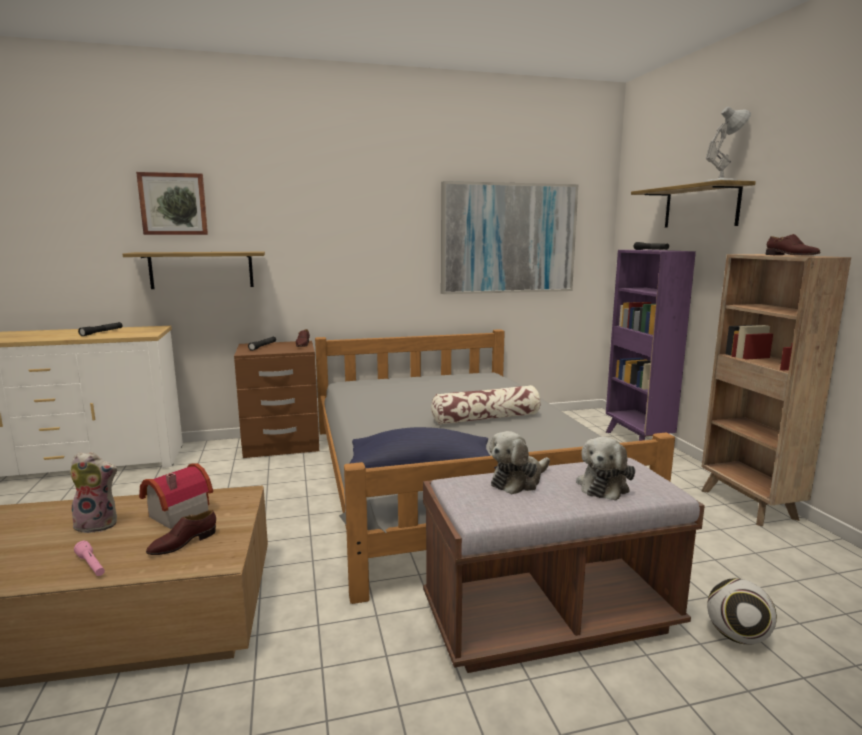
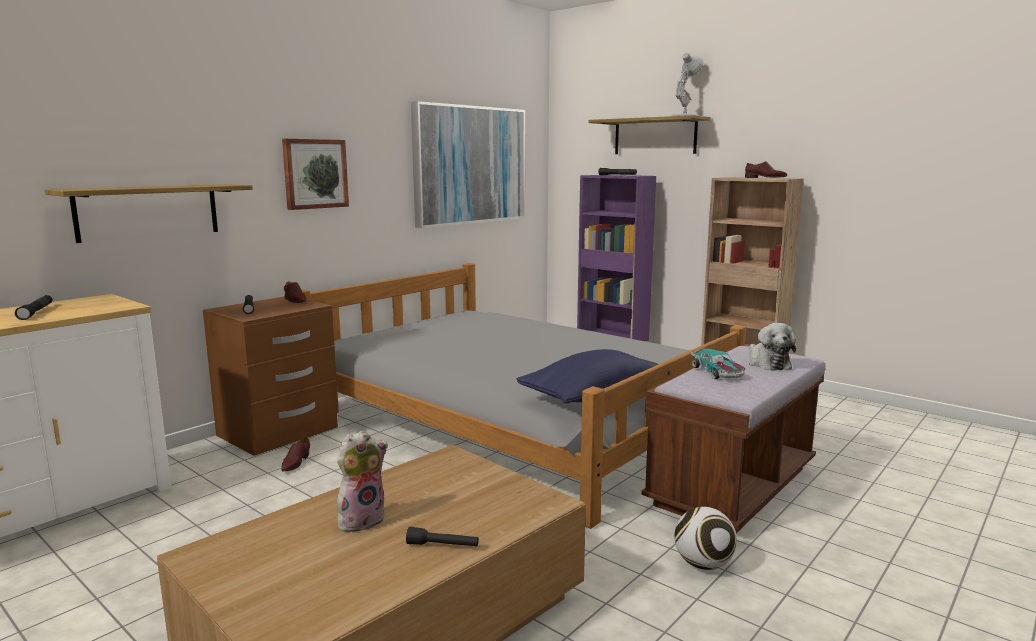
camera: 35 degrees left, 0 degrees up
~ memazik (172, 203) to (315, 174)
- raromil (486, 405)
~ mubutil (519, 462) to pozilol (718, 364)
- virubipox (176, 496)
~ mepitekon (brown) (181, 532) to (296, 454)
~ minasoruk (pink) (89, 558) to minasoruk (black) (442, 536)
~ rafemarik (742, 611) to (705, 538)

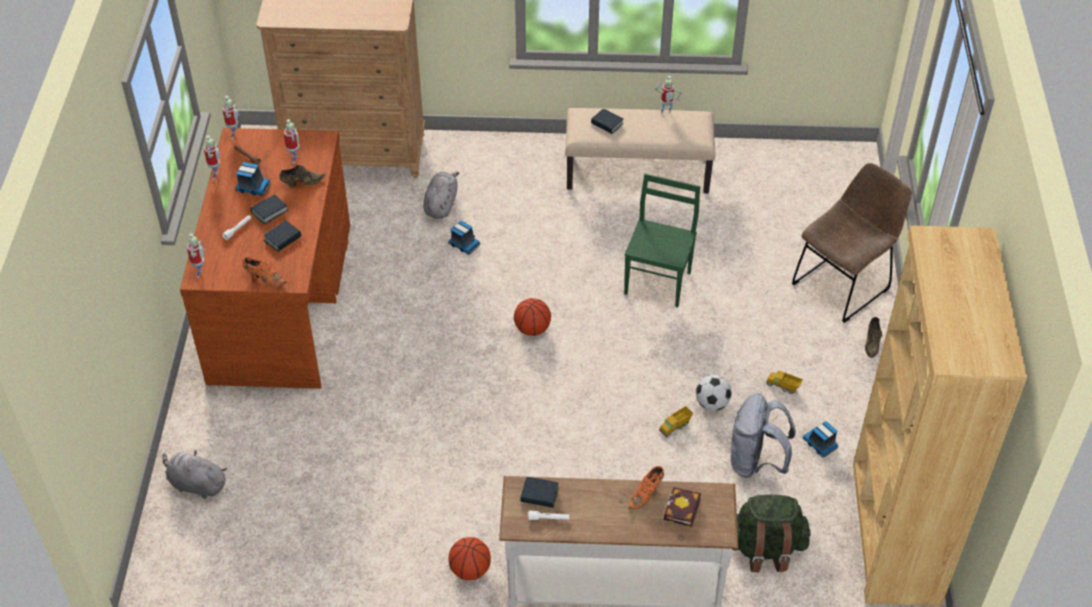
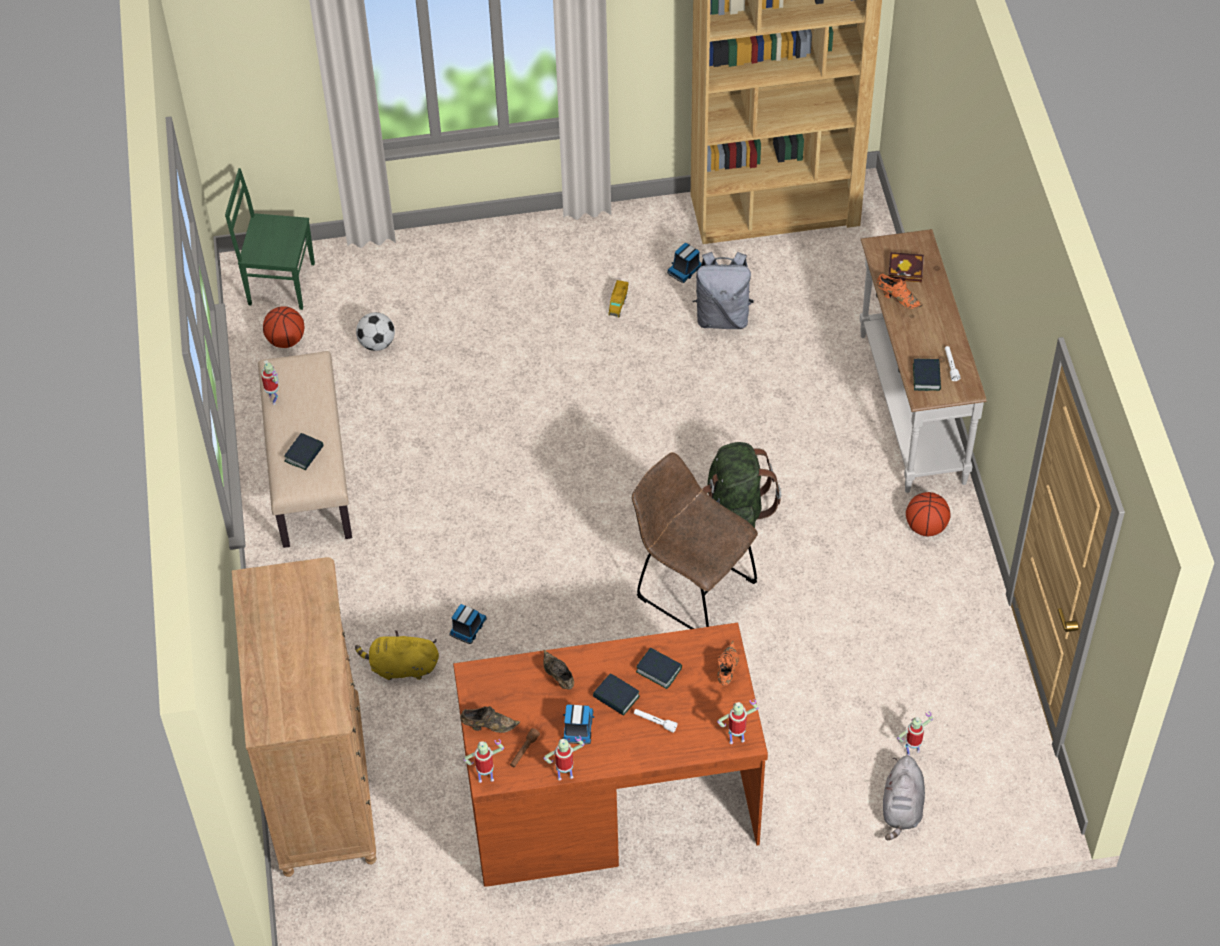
camera: 100 degrees left, 5 degrees up
~ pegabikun (291, 141) to (915, 733)
~ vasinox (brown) (852, 243) to (695, 540)
~ mubutil (grey) (441, 195) to mubutil (yellow) (397, 655)
~ vasinox (green) (662, 240) to (270, 239)
~ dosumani (532, 317) to (283, 327)
~ mepitekon (brown) (874, 337) to (490, 719)
~ rafemarik (714, 393) to (375, 331)
- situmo (676, 421)
~ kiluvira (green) (771, 533) to (741, 485)

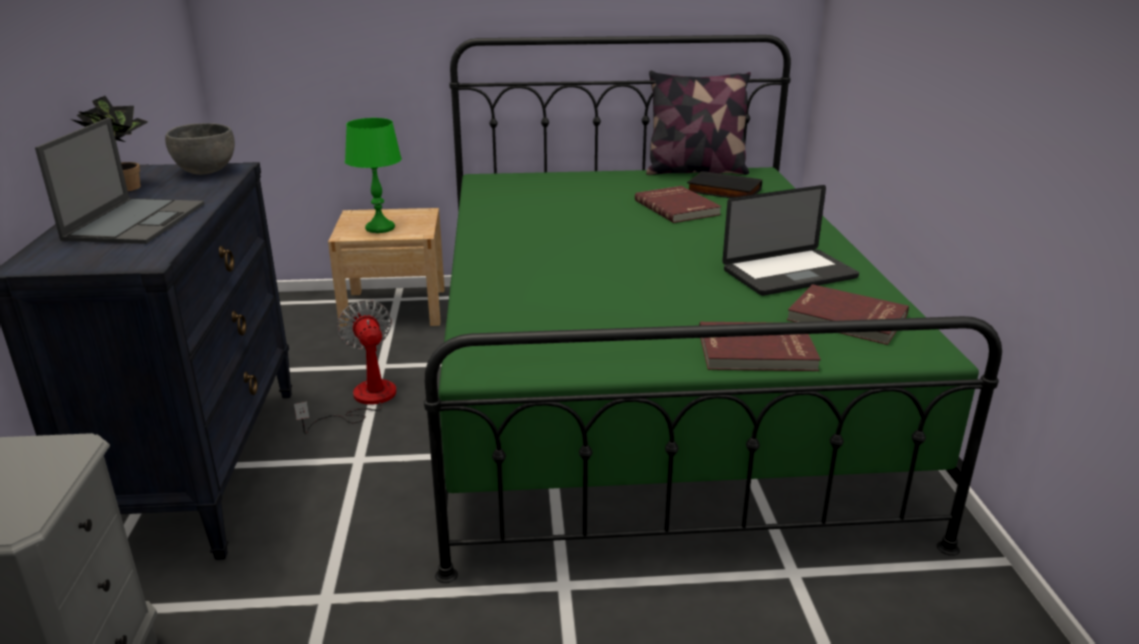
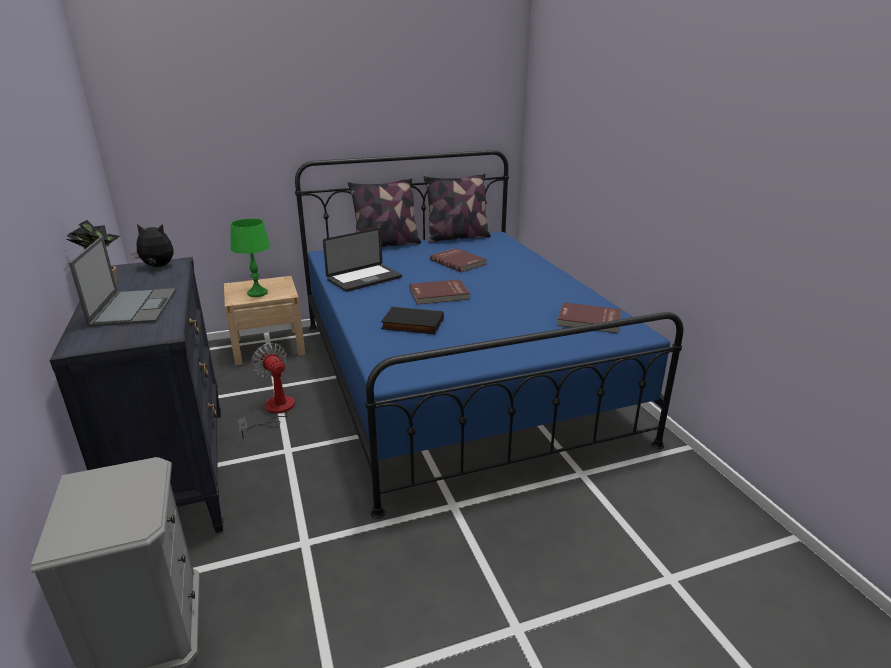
camera: 15 degrees left, 0 degrees up
~ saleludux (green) (713, 309) to saleludux (blue) (489, 334)
~ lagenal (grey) (200, 149) to mubutil (152, 245)
~ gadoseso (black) (724, 184) to (412, 320)
~ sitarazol (790, 240) to (362, 260)
~ gadoseso (red) (760, 346) to (440, 291)
+ raromil (384, 212)

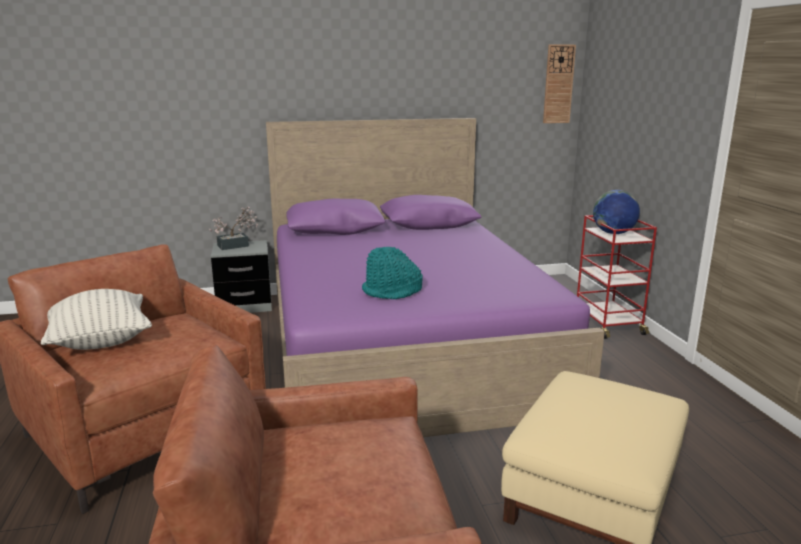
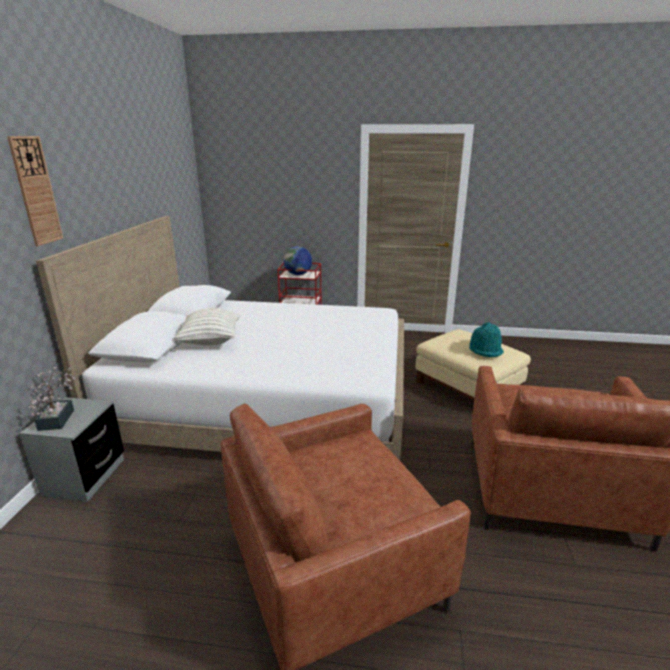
camera: 70 degrees left, 5 degrees up
~ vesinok (559, 83) to (35, 191)
~ saleludux (purple) (435, 277) to saleludux (white) (220, 338)
~ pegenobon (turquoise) (392, 273) to (486, 339)
~ raromil (96, 319) to (207, 326)

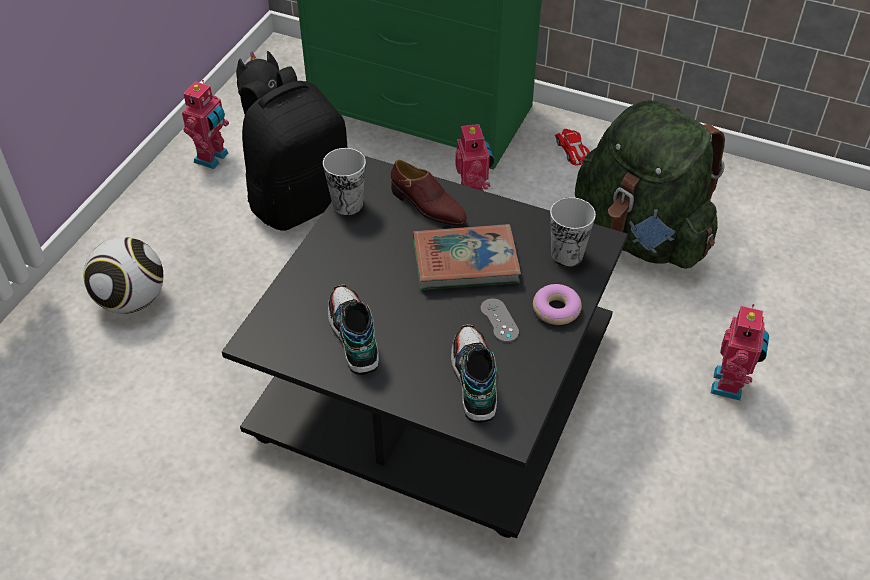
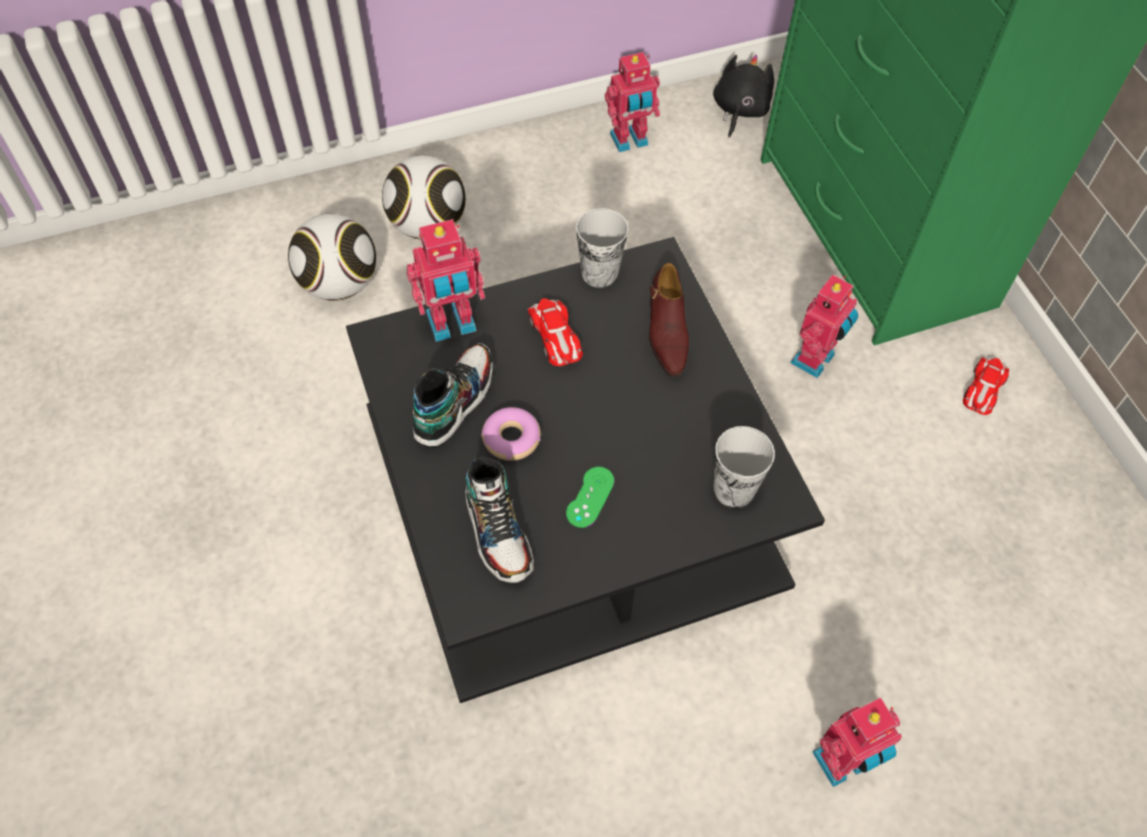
camera: 45 degrees right, 10 degrees up
- kiluvira (black) (294, 148)
- kiluvira (green) (650, 184)
- gadoseso (467, 257)
~ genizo (557, 304) to (511, 434)
~ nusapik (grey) (499, 320) to nusapik (green) (590, 497)
~ mepitekon (474, 374) = (499, 520) 120 degrees clockwise
+ rafemarik (332, 257)
+ pegabikun (446, 280)
+ pozilol (555, 332)

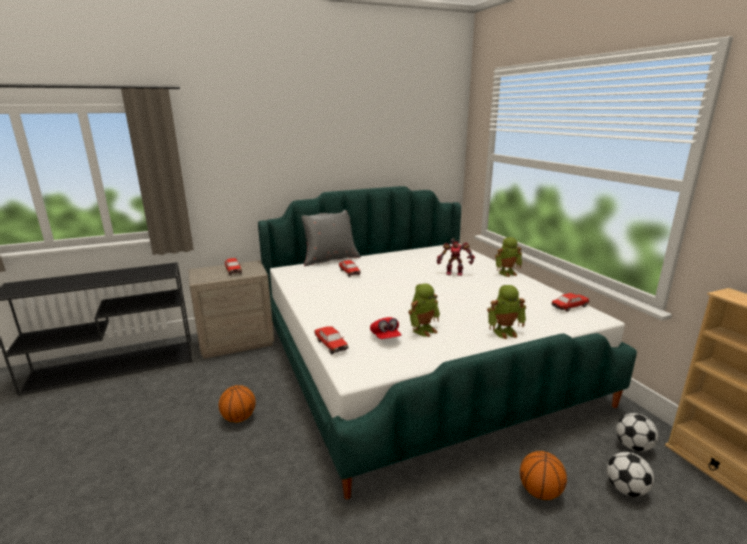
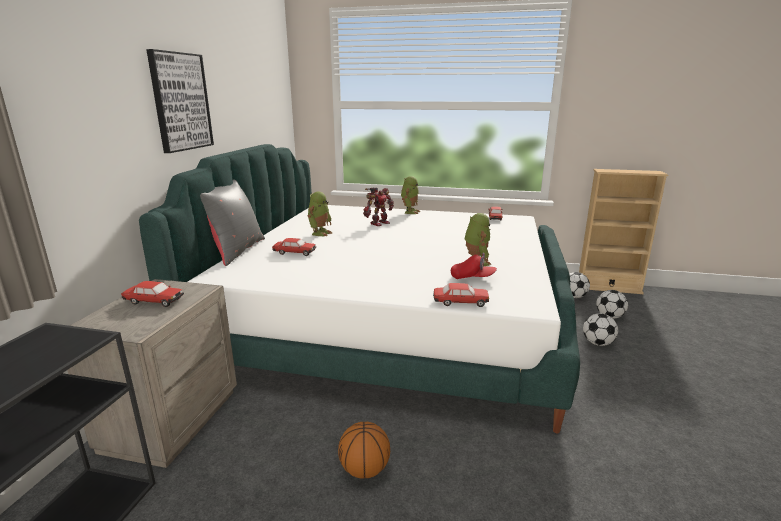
camera: 55 degrees left, 0 degrees up
~ pegabikun (506, 312) to (320, 213)
~ dosumani (543, 475) to rafemarik (600, 329)
+ memazik (180, 101)

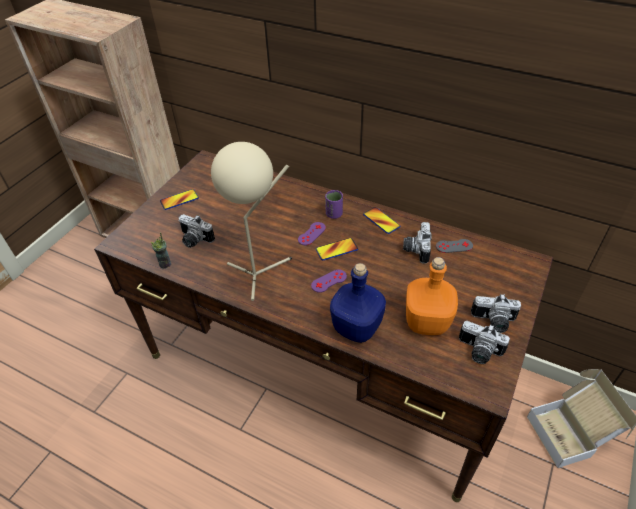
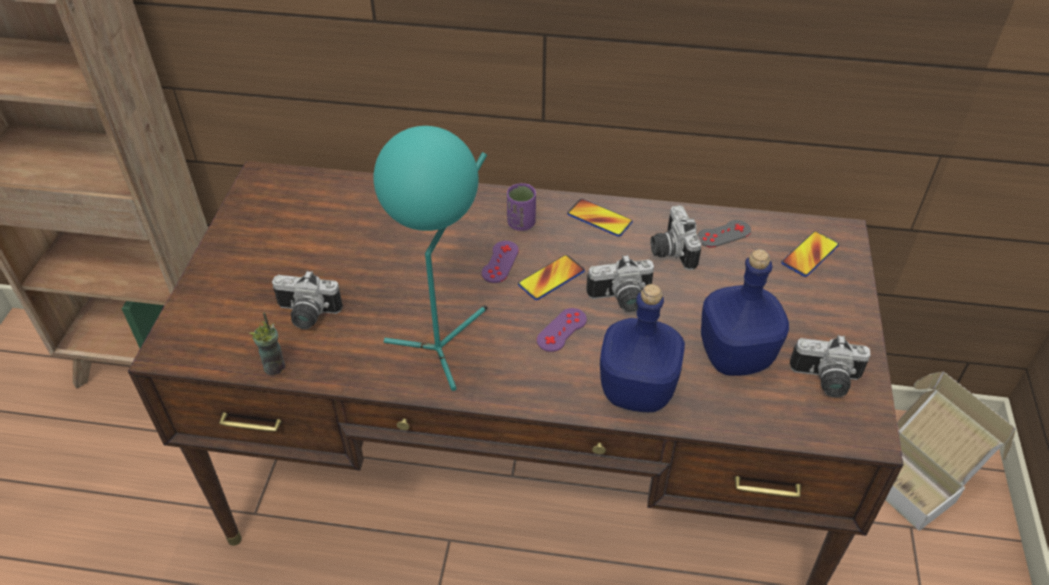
camera: 20 degrees left, 0 degrees up
~ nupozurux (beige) (251, 221) to nupozurux (turquoise) (430, 258)
~ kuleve (179, 199) to (810, 254)
~ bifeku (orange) (432, 296) to bifeku (blue) (745, 312)
~ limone (496, 313) to (620, 283)

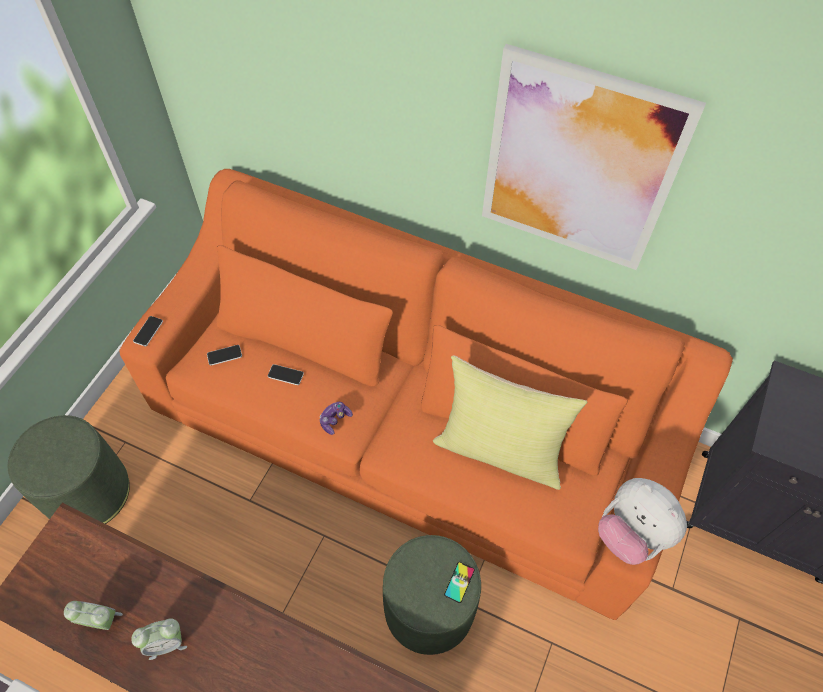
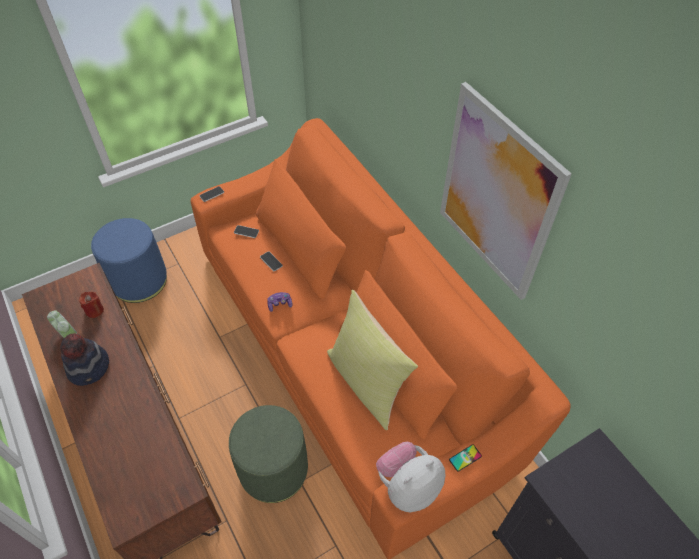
camera: 35 degrees right, 5 degrees down
~ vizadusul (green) (69, 469) to vizadusul (blue) (129, 260)
~ mubutil (642, 521) = (410, 477) 60 degrees clockwise
~ kuleve (459, 582) to (465, 458)
~ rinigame (159, 639) to pegenobon (84, 359)
+ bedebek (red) (91, 305)

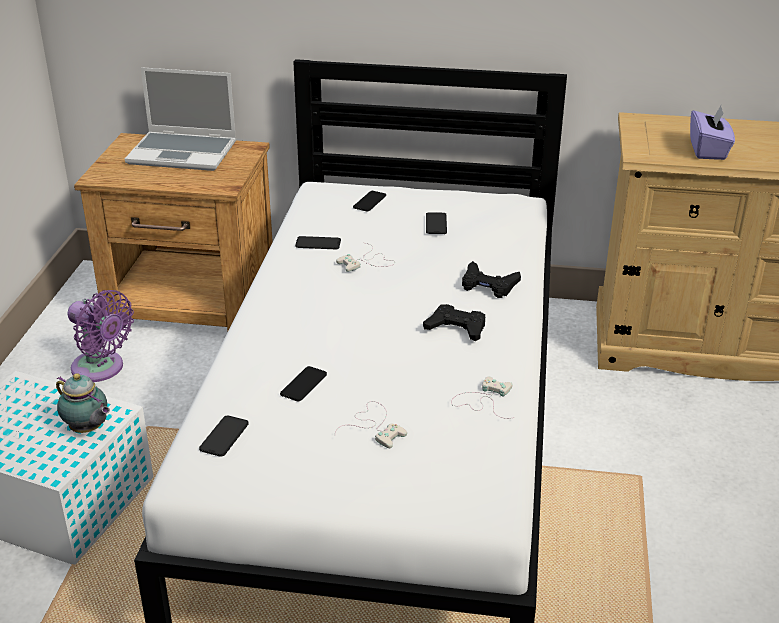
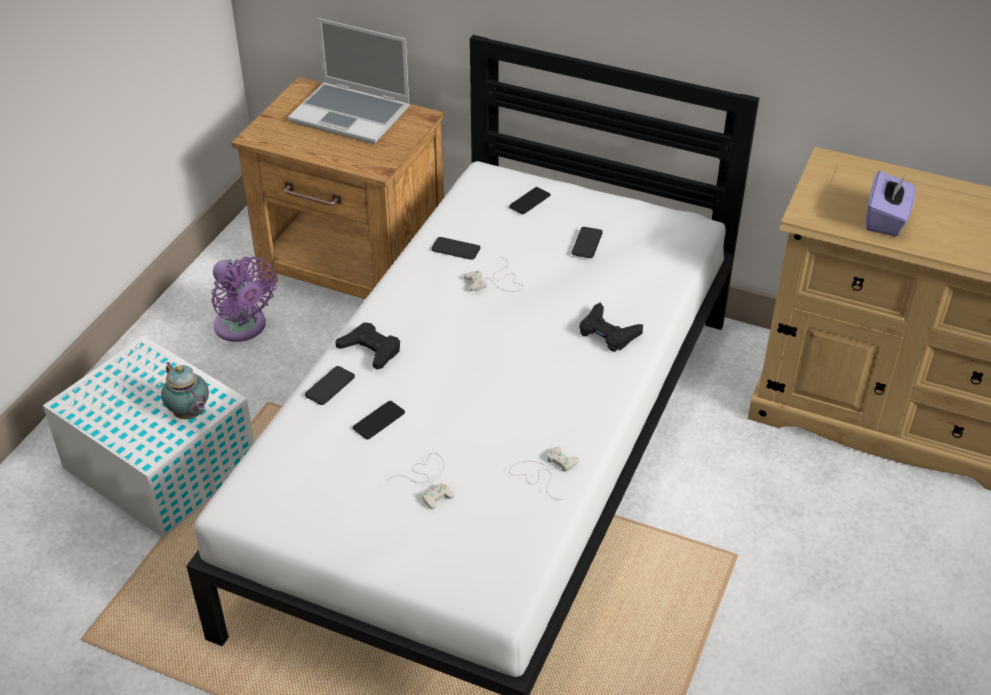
camera: 15 degrees right, 10 degrees up
~ nusapik (black) (454, 322) to (367, 346)
~ kuleve (224, 436) to (330, 385)

